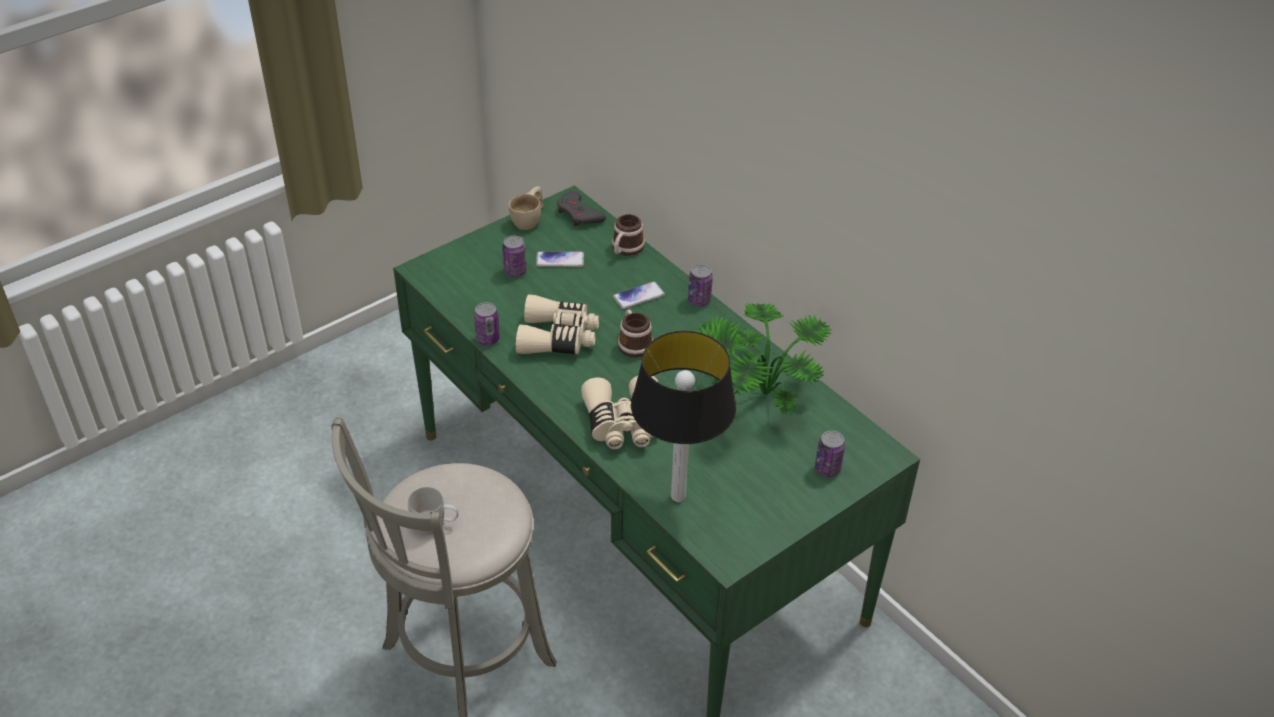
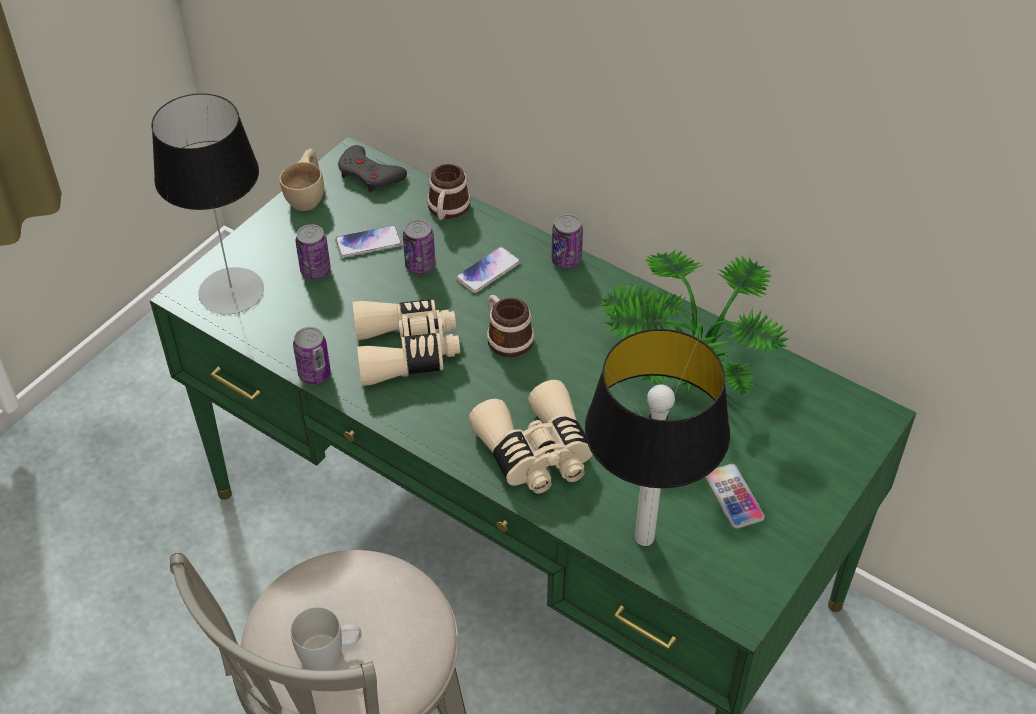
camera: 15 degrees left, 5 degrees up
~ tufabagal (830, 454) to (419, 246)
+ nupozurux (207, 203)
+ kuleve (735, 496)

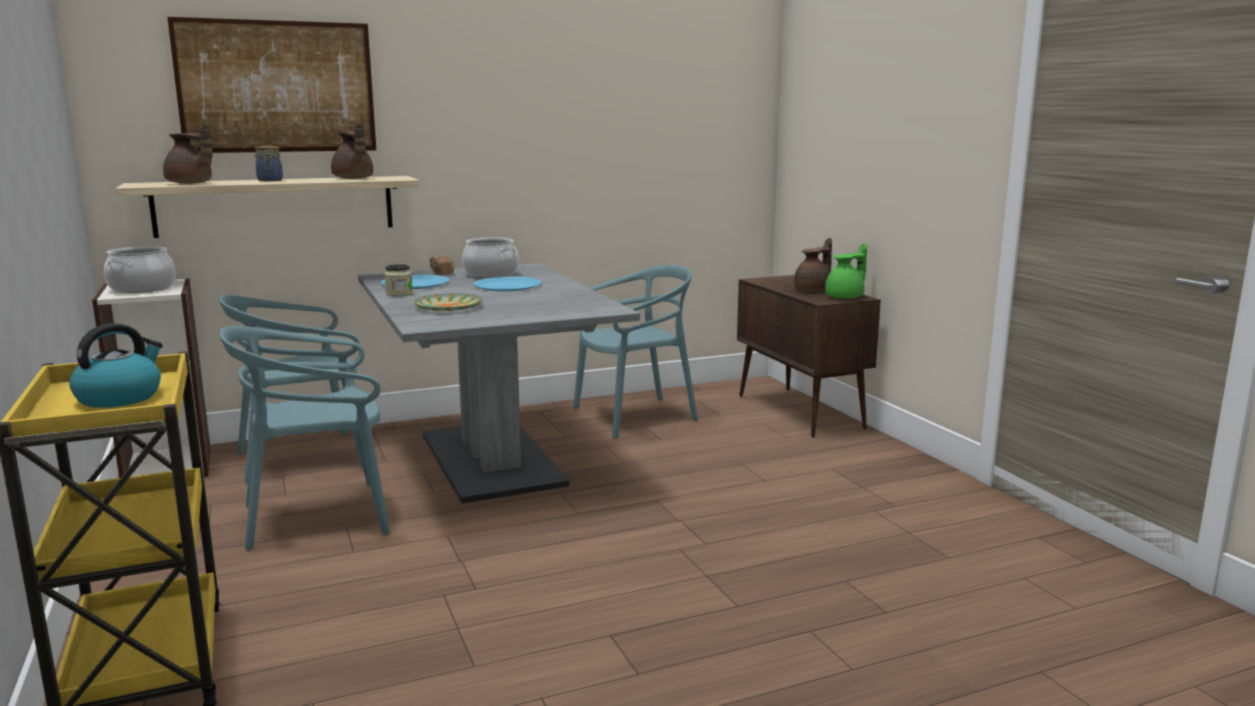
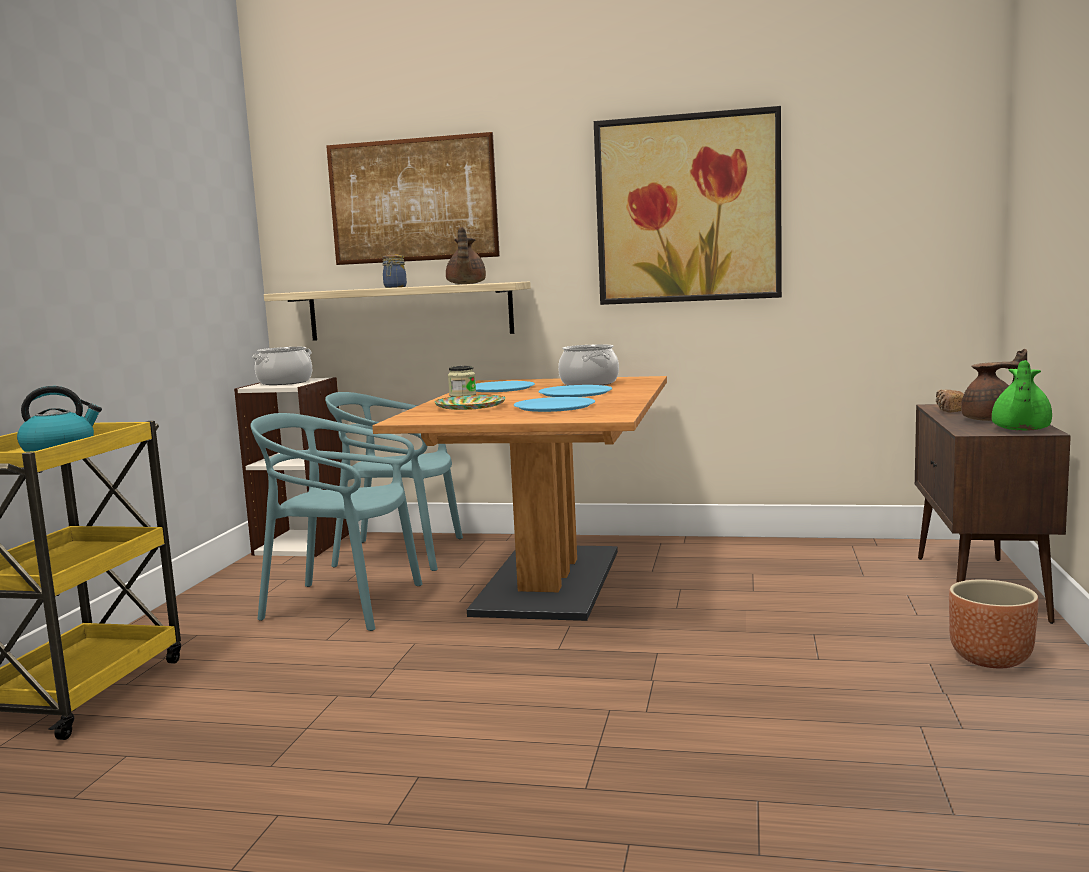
camera: 35 degrees right, 5 degrees down
- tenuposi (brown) (188, 153)
~ tenuposi (green) (846, 271) = (1022, 395) 120 degrees clockwise
~ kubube (442, 265) to (950, 401)
~ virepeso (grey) (499, 383) to virepeso (brown) (519, 498)
- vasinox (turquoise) (635, 352)
+ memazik (688, 205)
+ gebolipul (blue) (554, 404)
+ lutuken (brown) (994, 623)

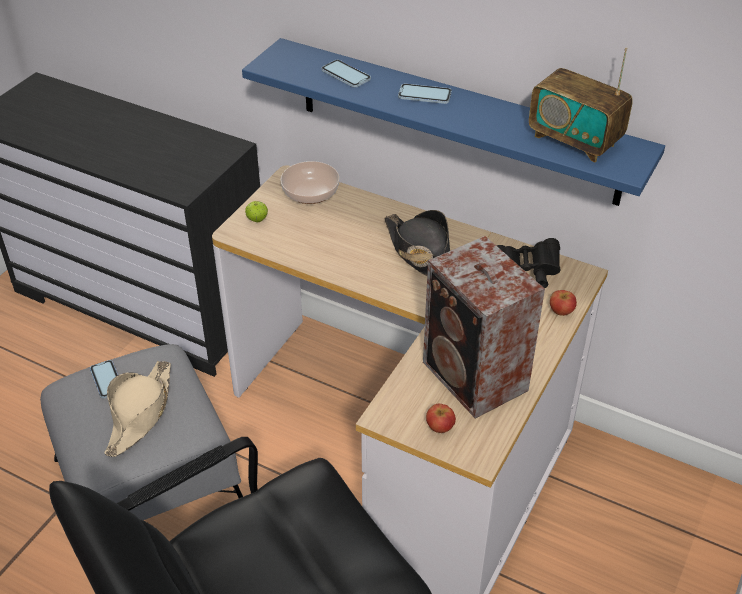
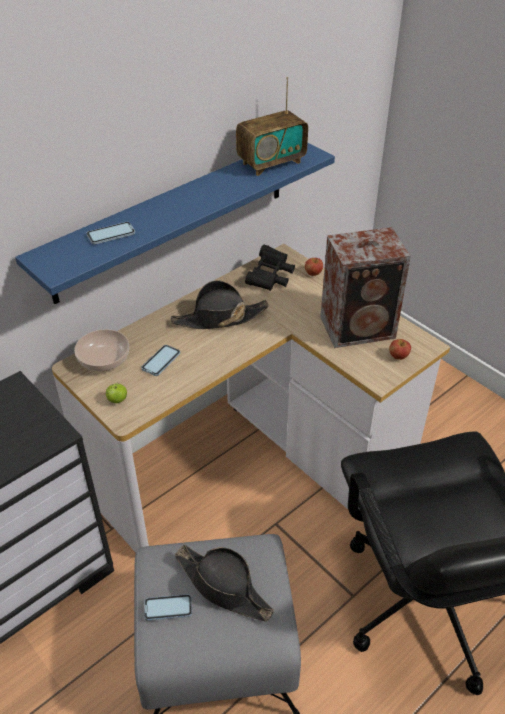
camera: 70 degrees left, 0 degrees up
~ kuleve (425, 93) to (161, 360)
~ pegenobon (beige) (137, 409) to pegenobon (black) (224, 583)

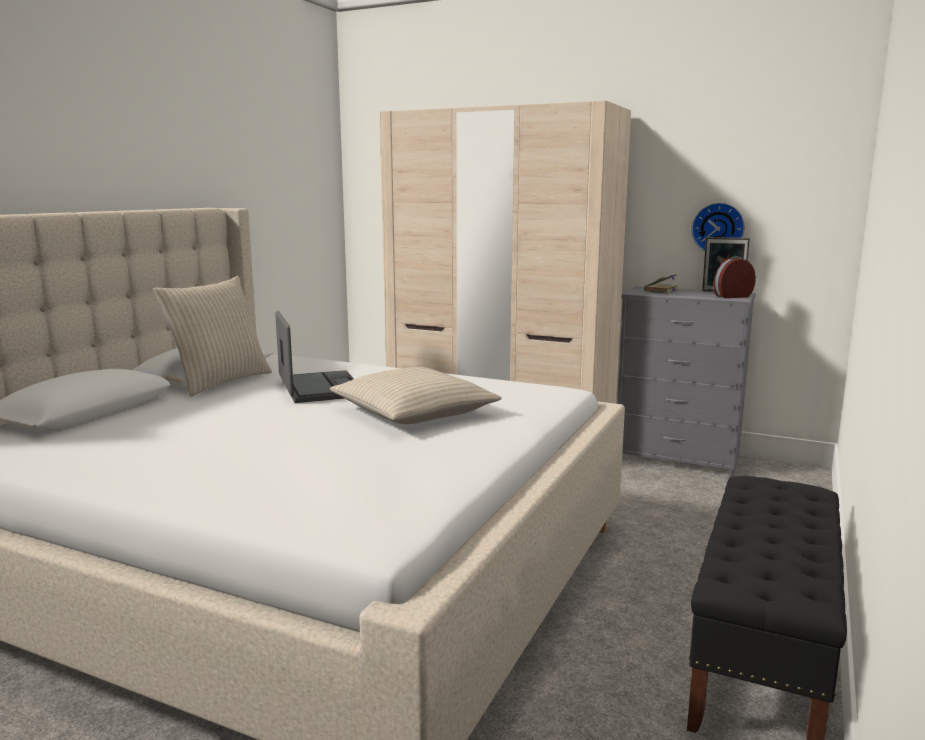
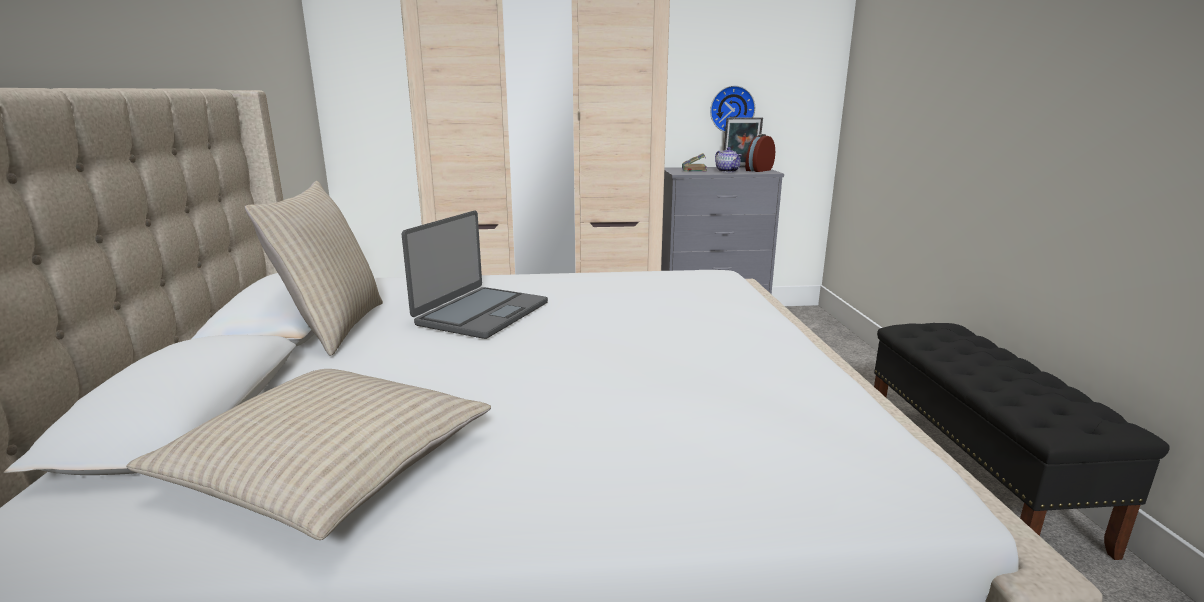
camera: 30 degrees left, 5 degrees up
~ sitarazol (314, 357) = (475, 274) 75 degrees clockwise
~ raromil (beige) (416, 395) to (308, 454)
+ tenuposi (728, 159)

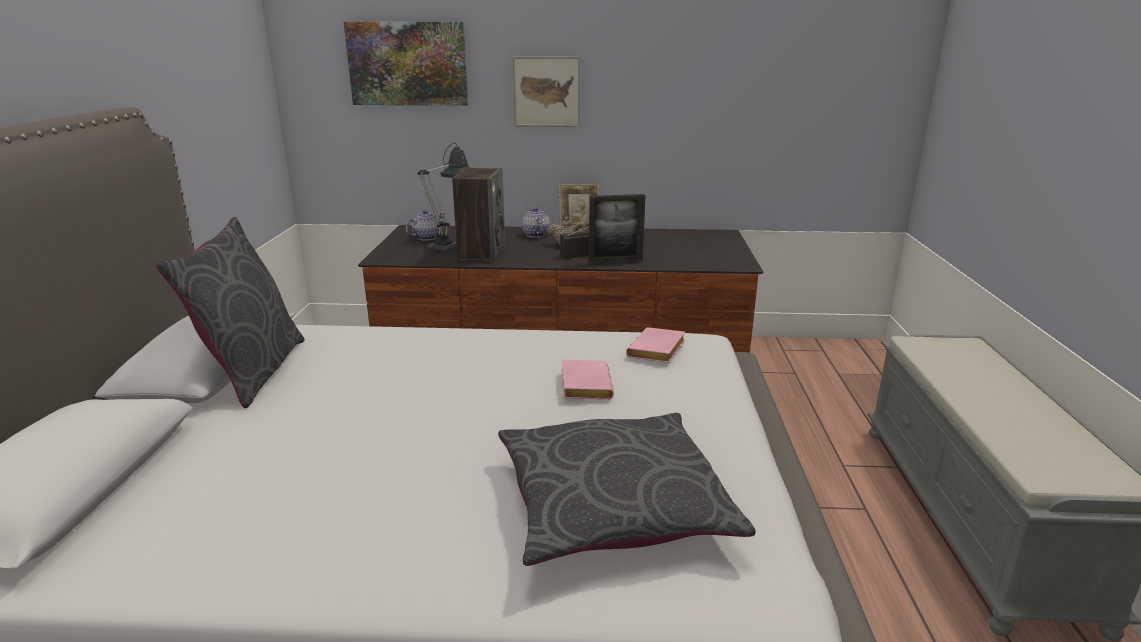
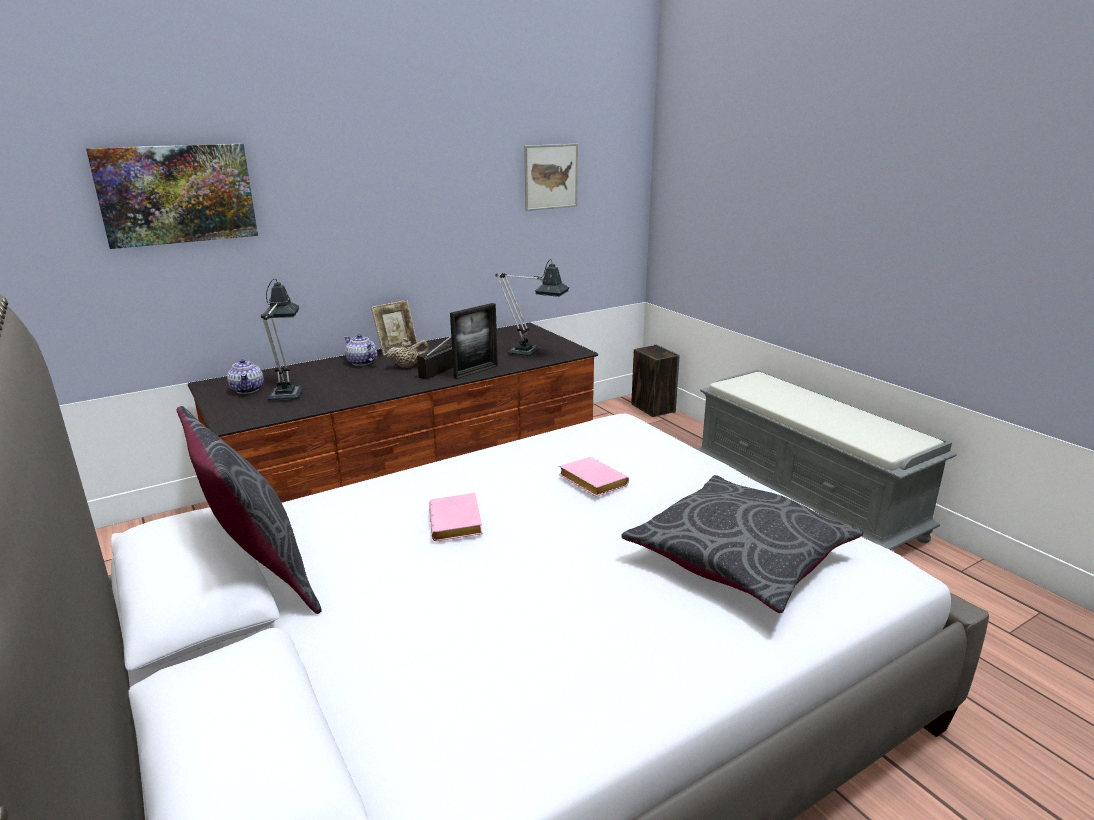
camera: 35 degrees left, 0 degrees up
~ memazik (546, 91) to (551, 177)
~ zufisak (478, 215) to (655, 381)
~ tenuposi (425, 225) = (245, 376) 150 degrees clockwise
~ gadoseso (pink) (655, 345) to (456, 517)
+ nupozurux (532, 307)

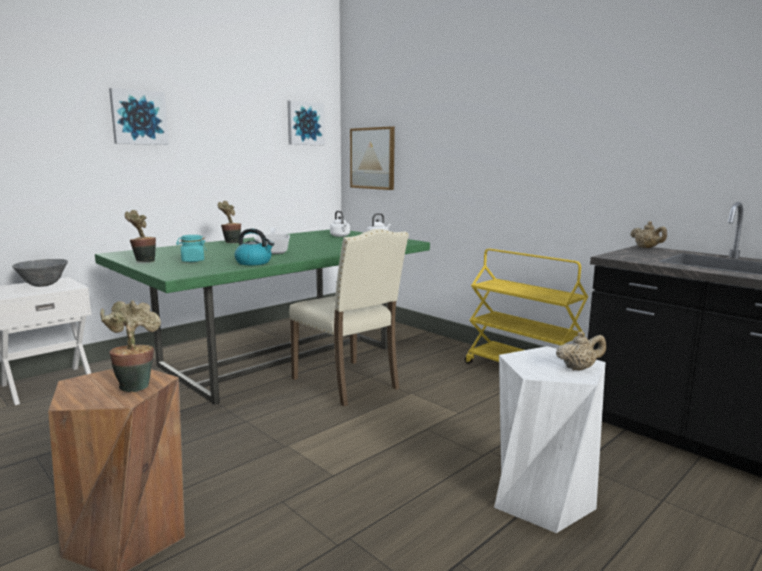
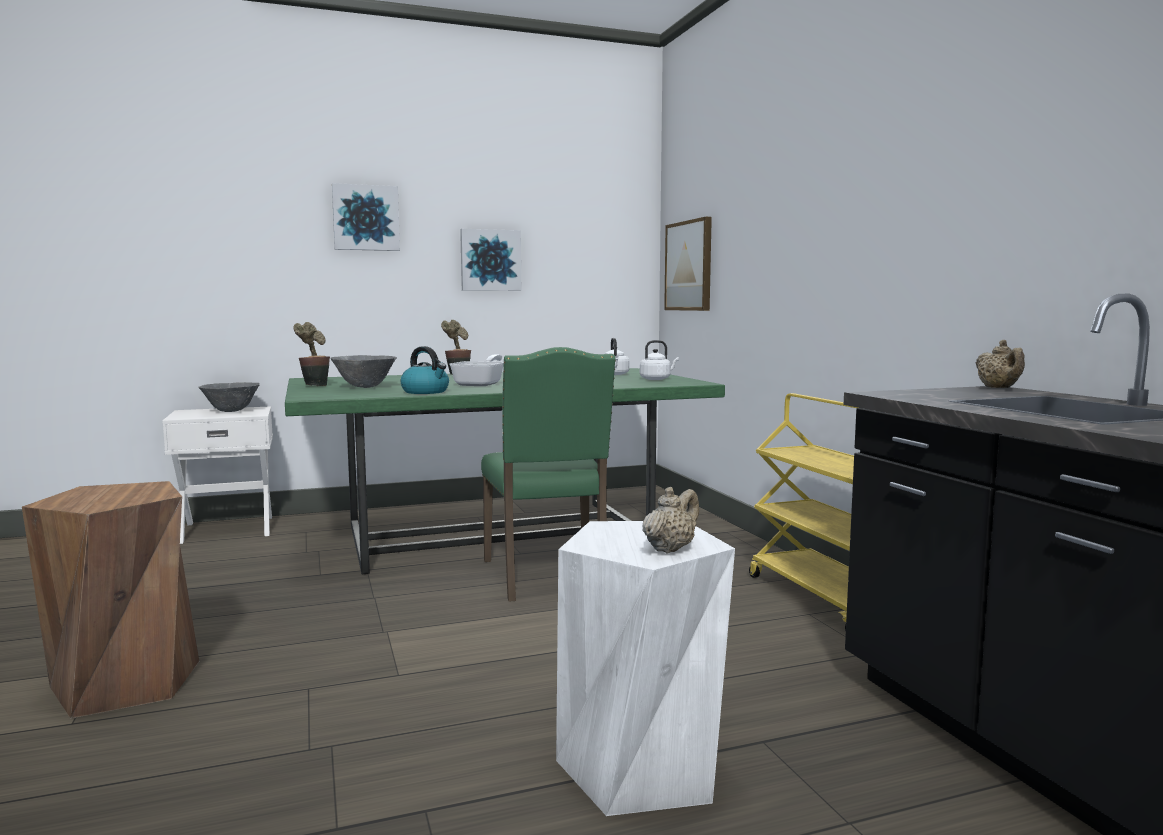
camera: 25 degrees right, 5 degrees down
~ memazik (306, 122) to (490, 260)
~ vasinox (beige) (349, 317) to vasinox (green) (548, 474)
~ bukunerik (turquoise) (191, 248) to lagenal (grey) (363, 371)
- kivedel (130, 346)
~ tenuposi (beige) (581, 351) = (670, 520) 60 degrees counterclockwise

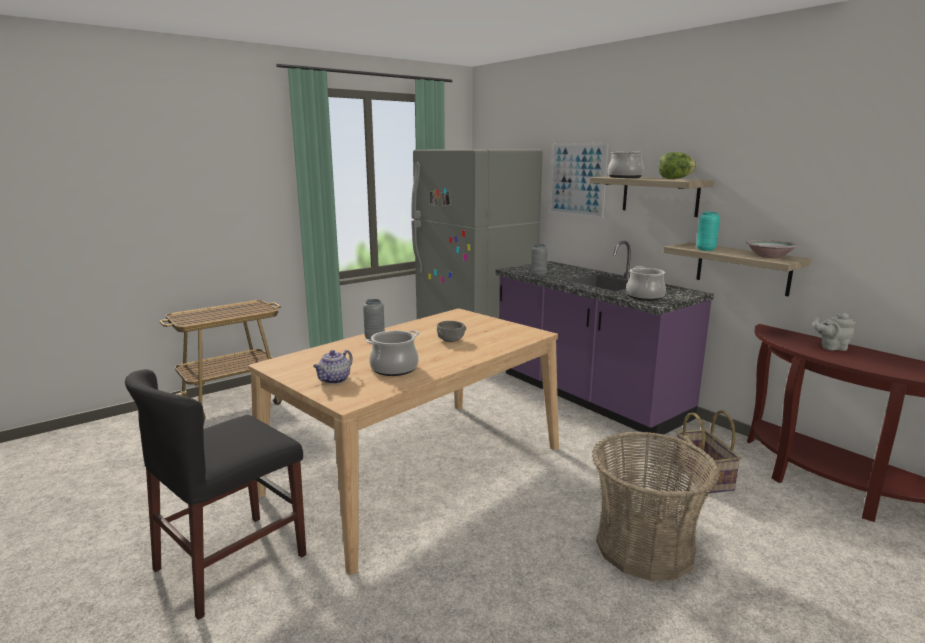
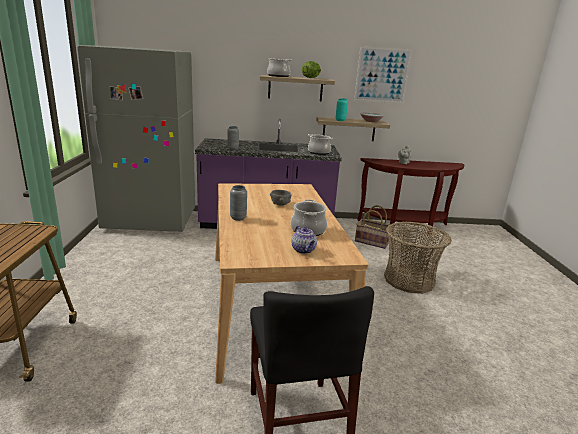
camera: 55 degrees left, 5 degrees up
~ memazik (579, 181) to (383, 74)

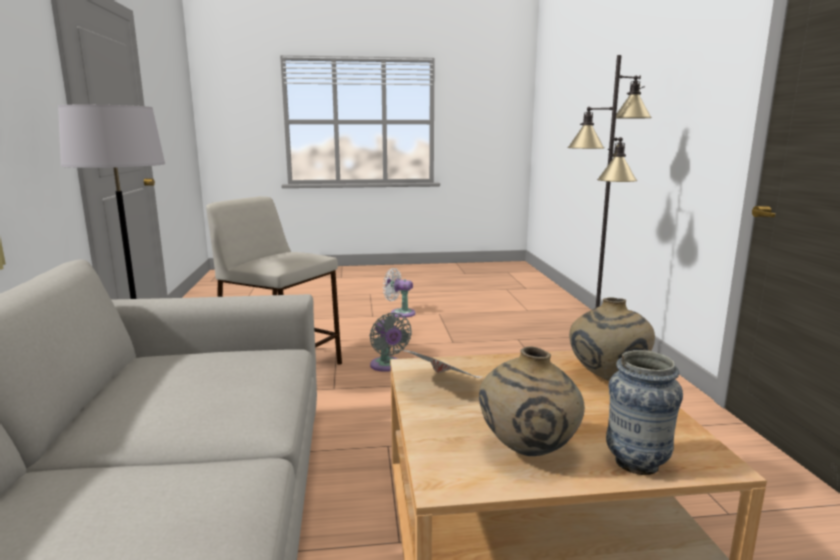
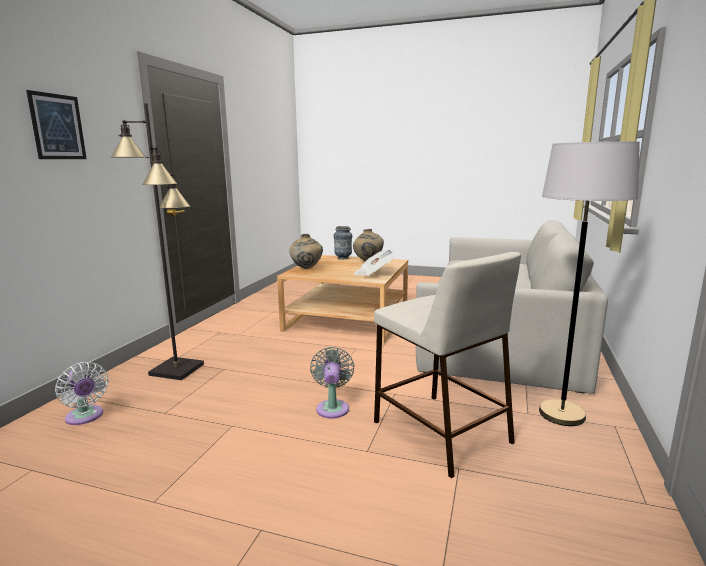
camera: 155 degrees left, 0 degrees up
~ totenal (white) (399, 293) to (82, 393)
+ memazik (56, 124)

